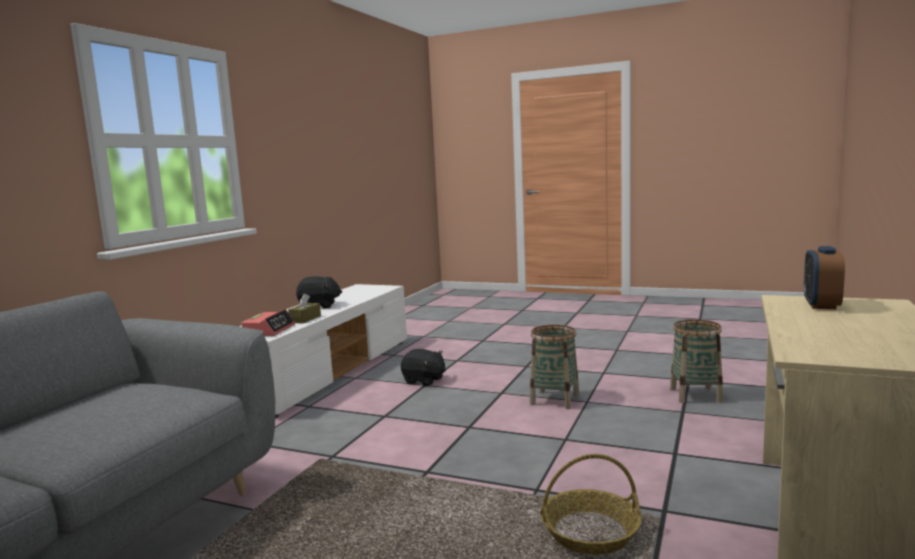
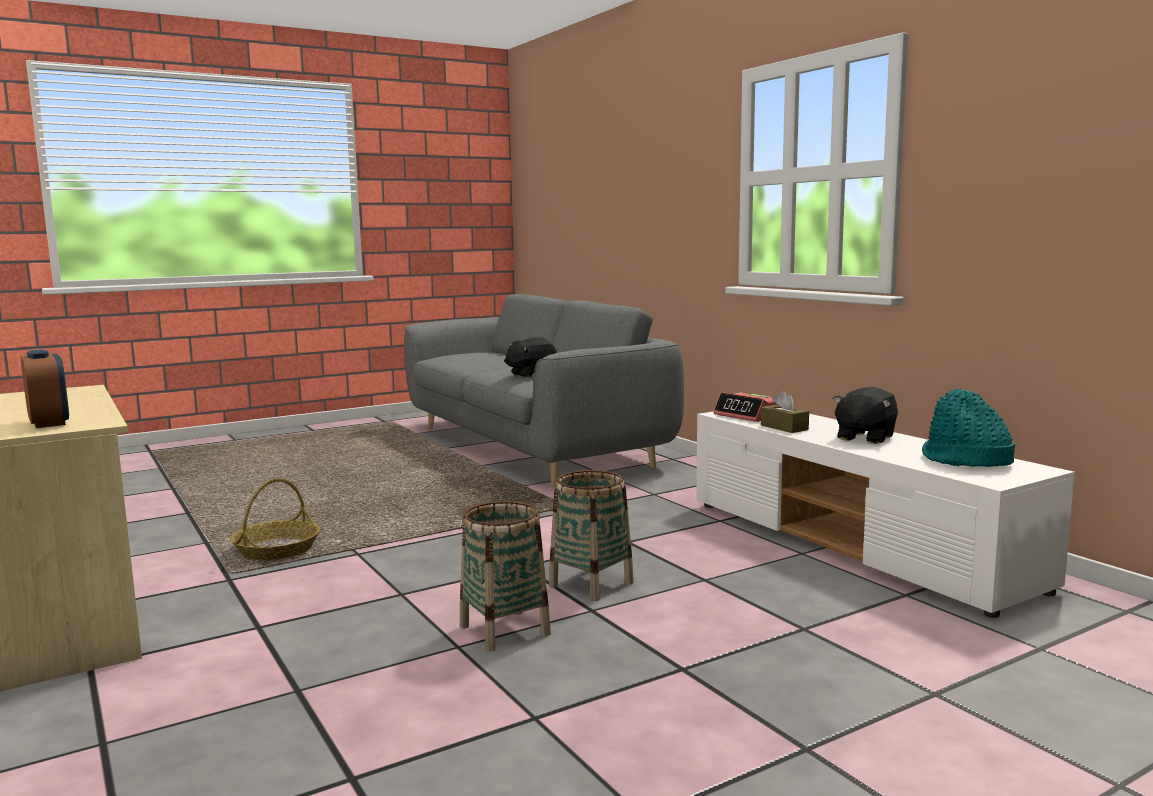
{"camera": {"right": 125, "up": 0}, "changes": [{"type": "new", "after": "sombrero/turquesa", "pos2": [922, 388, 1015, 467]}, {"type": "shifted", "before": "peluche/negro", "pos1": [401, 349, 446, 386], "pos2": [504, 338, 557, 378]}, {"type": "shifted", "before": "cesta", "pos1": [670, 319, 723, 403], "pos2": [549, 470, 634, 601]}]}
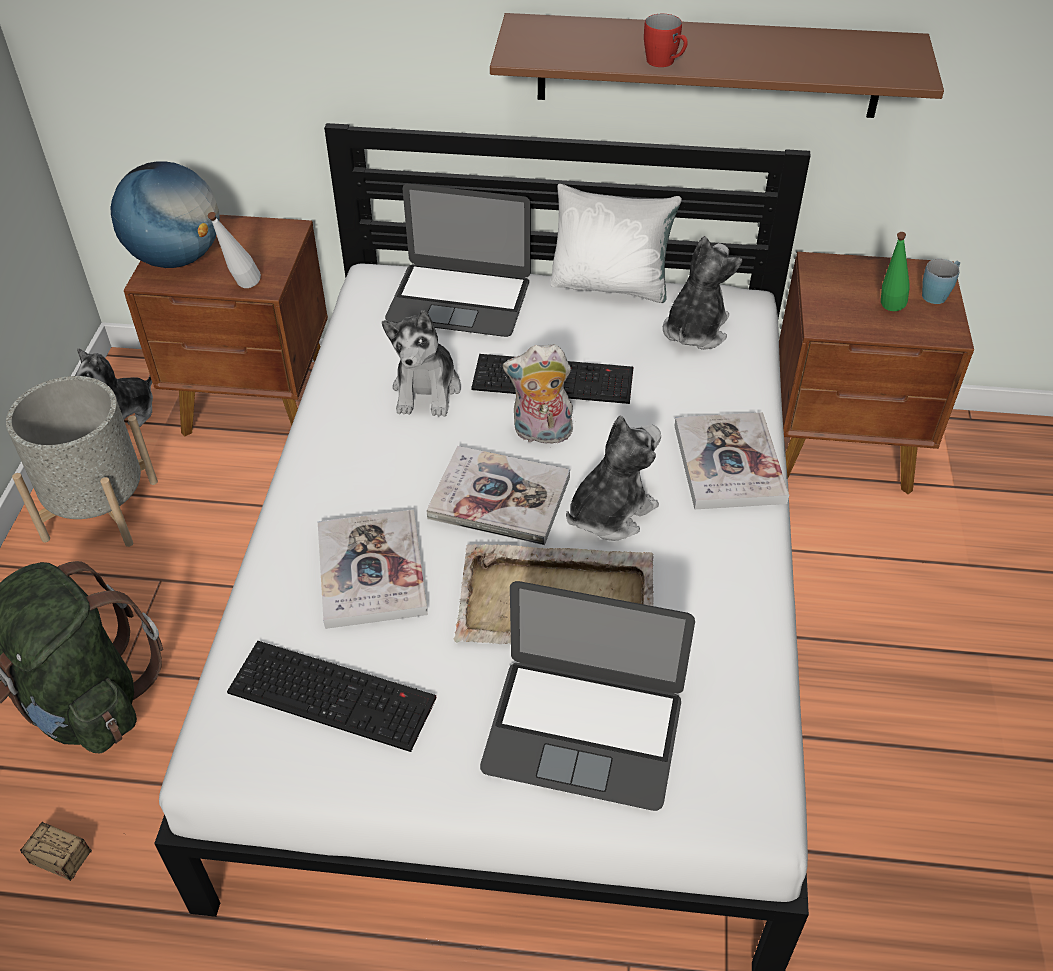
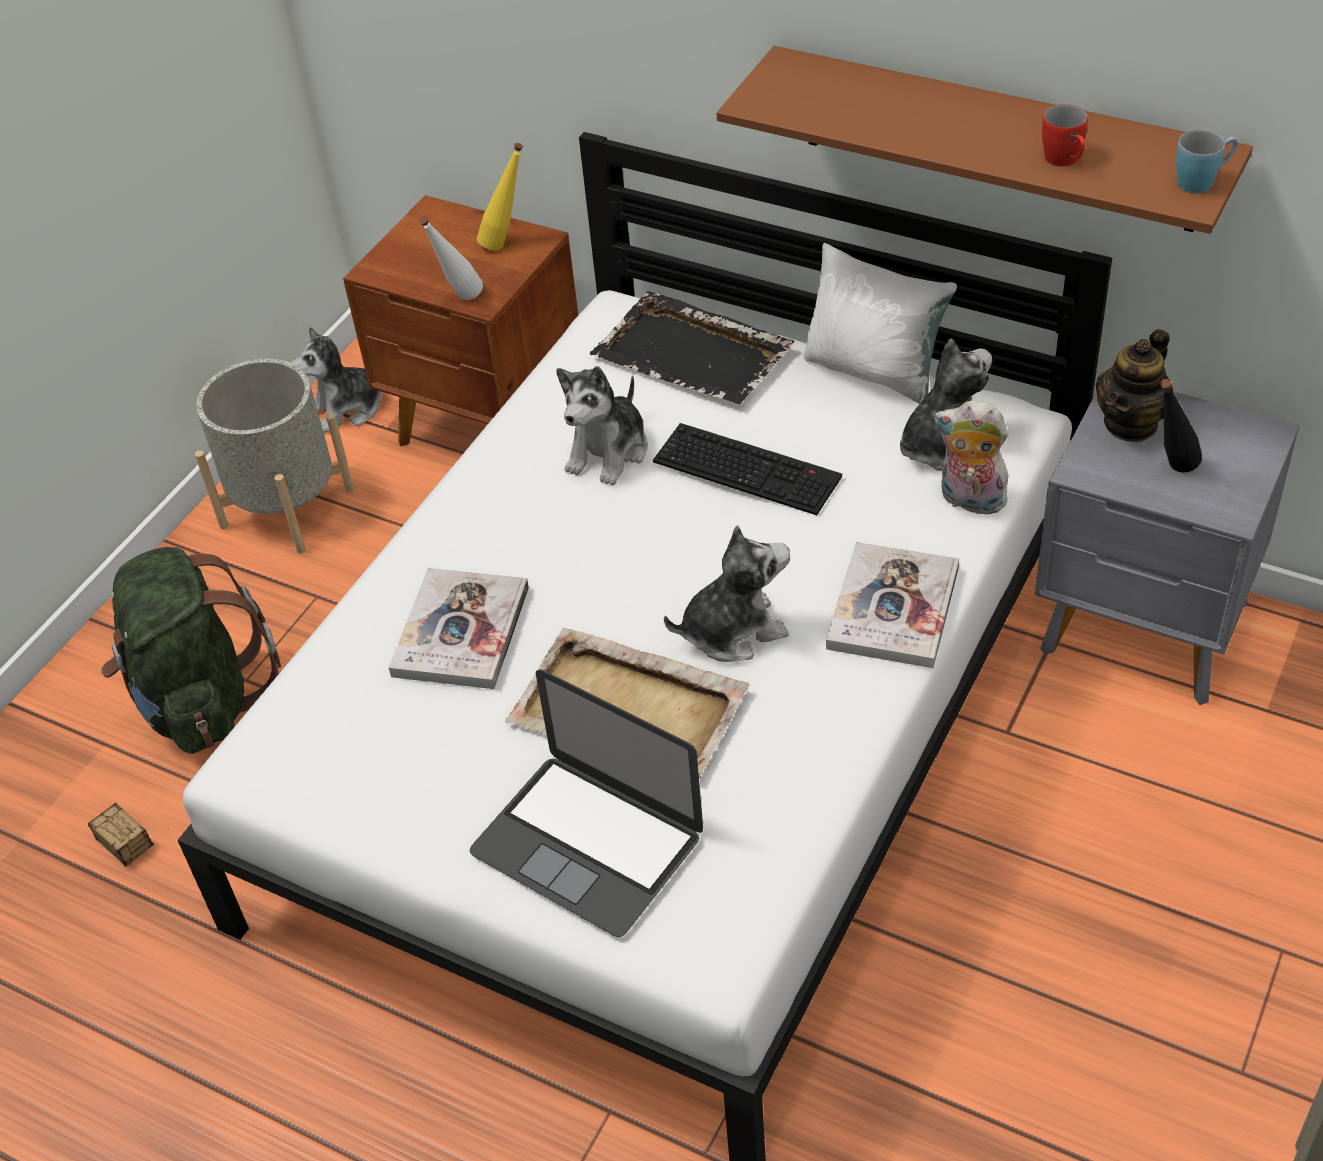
{"camera": {"right": 25, "up": 0}, "changes": [{"type": "gone", "before": "globo terráqueo", "pos1": [111, 161, 220, 268]}, {"type": "gone", "before": "teclado", "pos1": [227, 641, 437, 752]}, {"type": "gone", "before": "libro", "pos1": [426, 446, 570, 545]}, {"type": "new", "after": "botella/amarillo", "pos2": [477, 143, 523, 250]}, {"type": "new", "after": "tetera", "pos2": [1096, 329, 1173, 442]}, {"type": "shifted", "before": "peluche", "pos1": [503, 344, 573, 444], "pos2": [934, 400, 1012, 514]}, {"type": "shifted", "before": "taza grande/rojo", "pos1": [644, 14, 688, 67], "pos2": [1042, 104, 1088, 166]}, {"type": "shifted", "before": "taza grande/azul", "pos1": [922, 259, 960, 304], "pos2": [1176, 129, 1238, 193]}, {"type": "swapped", "before": "portátil", "after": "bandeja/negro", "pos1": [385, 184, 531, 337], "pos2": [590, 291, 794, 404]}, {"type": "repainted", "before": "mesita de noche/marrón", "after": "mesita de noche/gris", "pos1": [779, 252, 974, 494], "pos2": [1035, 391, 1300, 705]}, {"type": "repainted", "before": "botella/verde", "after": "botella/negro", "pos1": [881, 232, 910, 311], "pos2": [1160, 379, 1202, 472]}]}
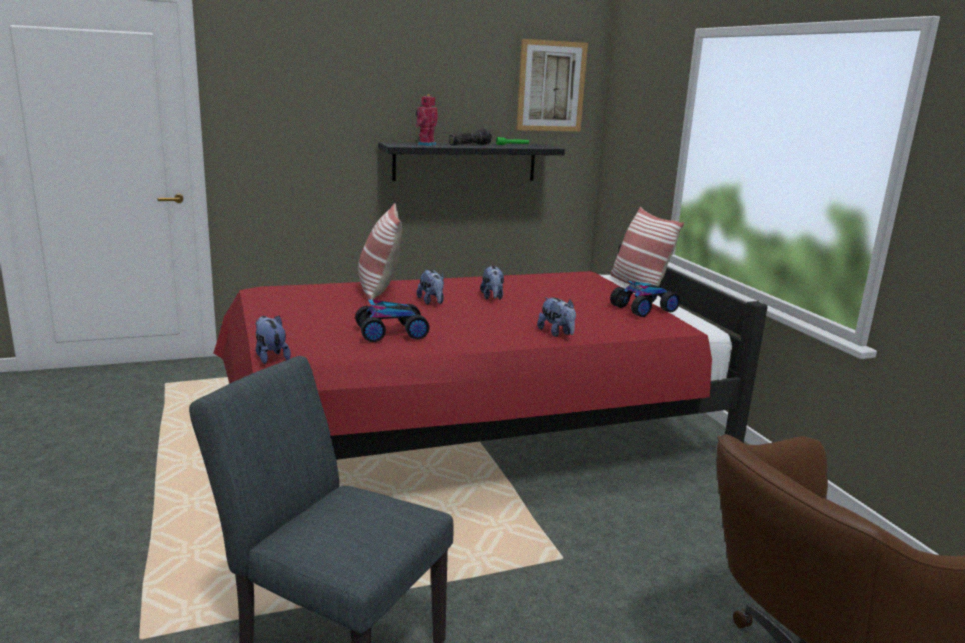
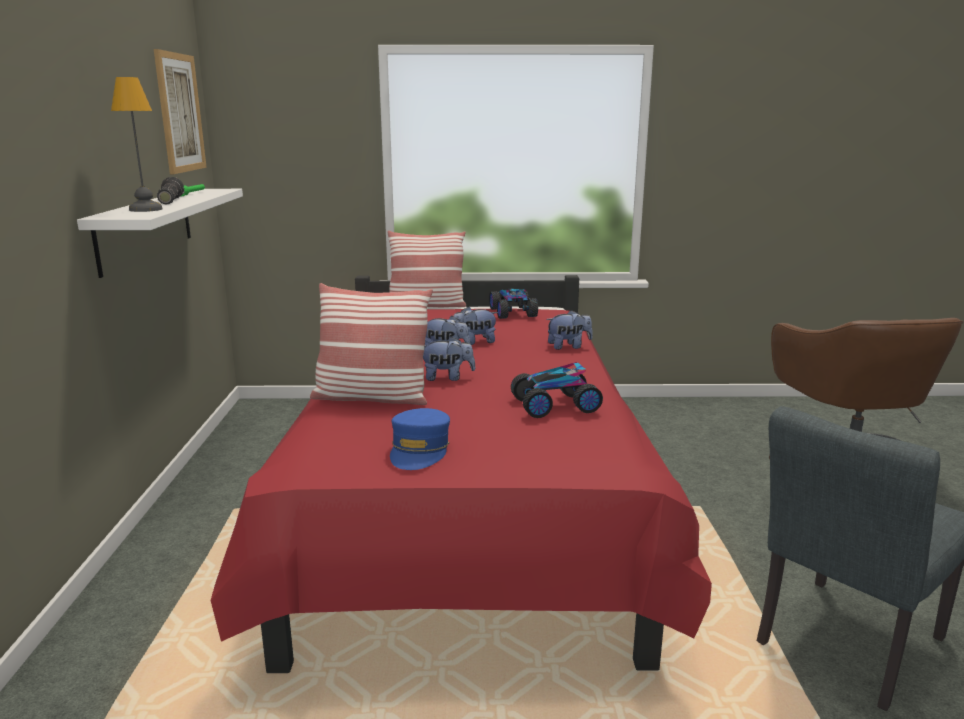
{"camera": {"right": -70, "up": 0}, "changes": [{"type": "new", "after": "gorra/azul", "pos2": [390, 408, 450, 470]}, {"type": "shifted", "before": "peluche", "pos1": [255, 316, 291, 364], "pos2": [453, 306, 498, 345]}, {"type": "swapped", "before": "robot de juguete", "after": "lámpara de mesa", "pos1": [415, 94, 438, 146], "pos2": [111, 77, 162, 212]}, {"type": "repainted", "before": "estante/negro", "after": "estante/blanco", "pos1": [378, 142, 565, 181], "pos2": [77, 189, 243, 278]}, {"type": "rotated", "before": "coche de juguete", "pos1": [355, 299, 430, 342], "pos2": [511, 362, 603, 418], "turn": -105}]}
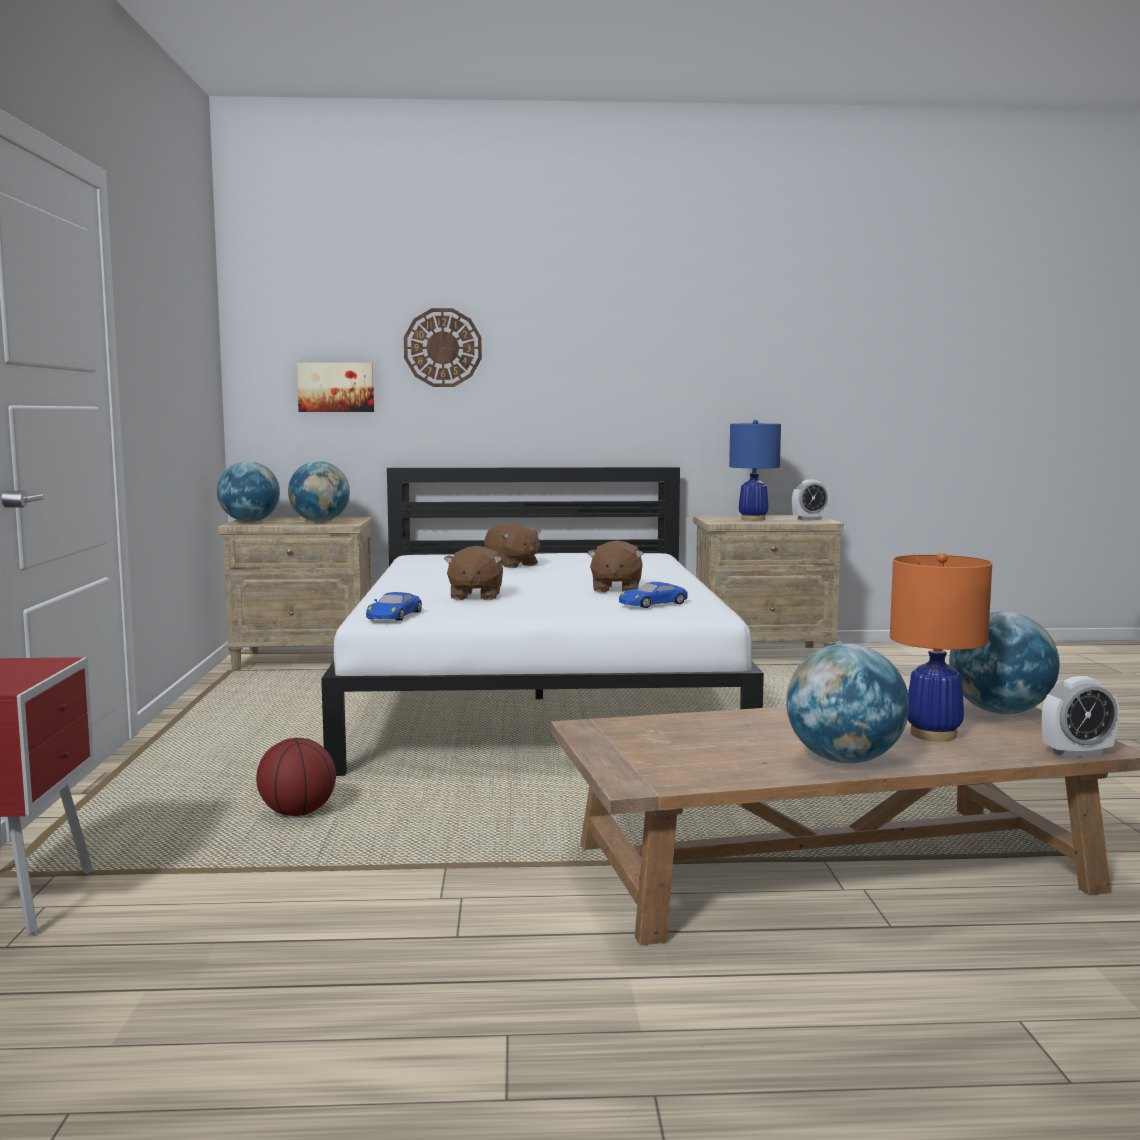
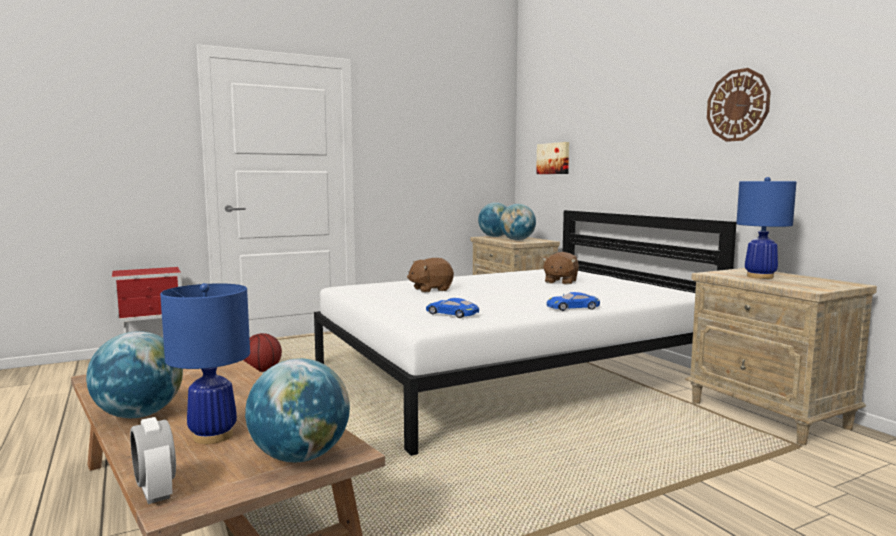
{"camera": {"right": 65, "up": 0}, "changes": [{"type": "gone", "before": "peluche/marrón", "pos1": [587, 540, 644, 593]}, {"type": "gone", "before": "despertador", "pos1": [792, 480, 829, 520]}, {"type": "shifted", "before": "coche de juguete/azul", "pos1": [366, 592, 422, 621], "pos2": [546, 292, 600, 311]}, {"type": "shifted", "before": "reloj de pared", "pos1": [404, 308, 482, 387], "pos2": [707, 68, 771, 142]}, {"type": "repainted", "before": "lámpara de mesa/naranja", "after": "lámpara de mesa/azul", "pos1": [890, 553, 992, 741], "pos2": [160, 283, 250, 444]}]}
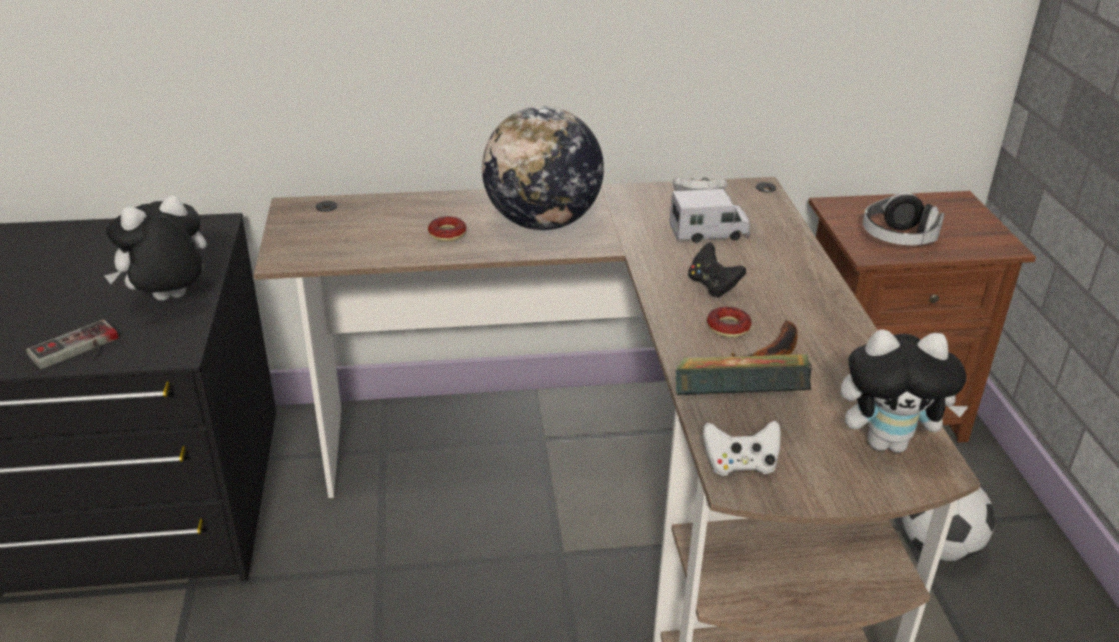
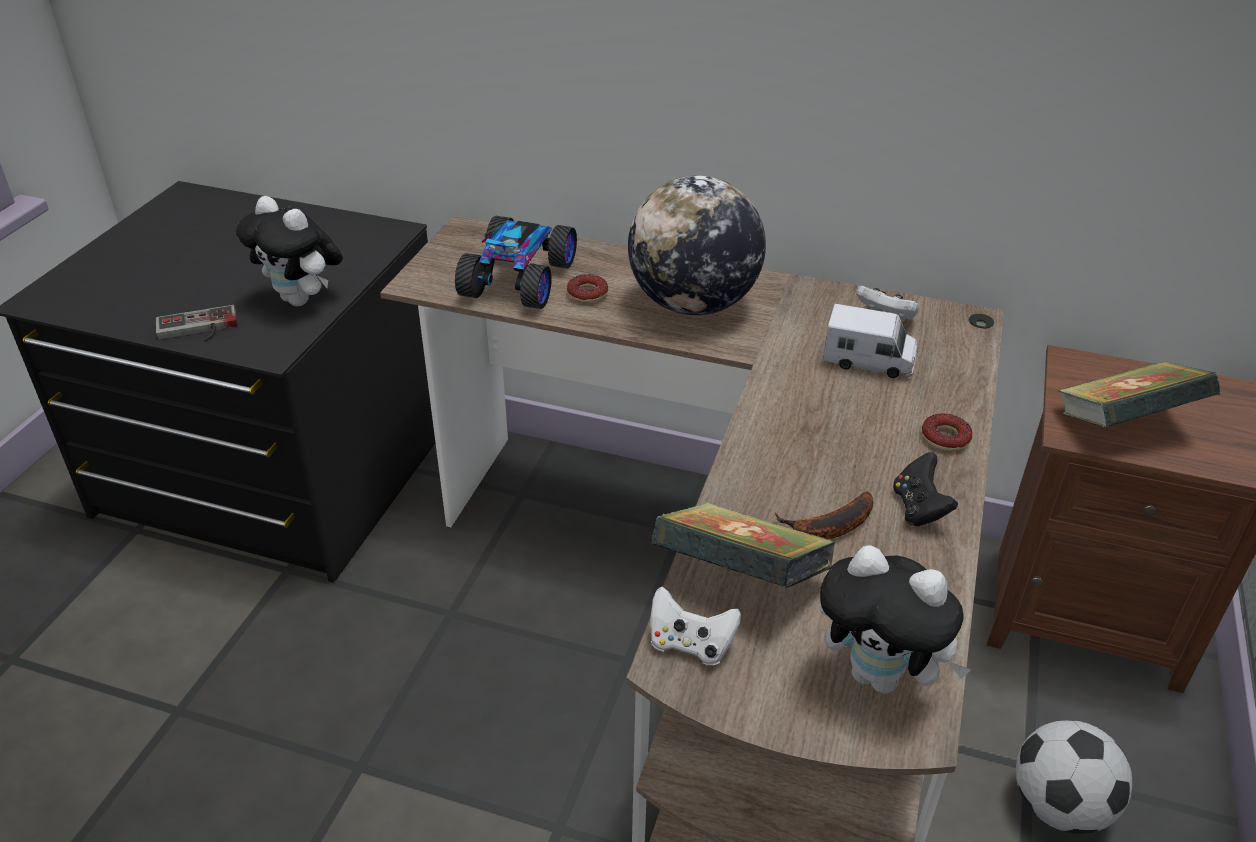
{"camera": {"right": 25, "up": 5}, "changes": [{"type": "new", "after": "coche de juguete", "pos2": [455, 216, 577, 309]}, {"type": "shifted", "before": "mando de consola/negro", "pos1": [688, 242, 746, 297], "pos2": [893, 452, 958, 526]}, {"type": "shifted", "before": "rosquilla", "pos1": [707, 307, 751, 338], "pos2": [922, 413, 972, 451]}, {"type": "swapped", "before": "auriculares", "after": "libro", "pos1": [863, 193, 944, 245], "pos2": [1058, 361, 1220, 428]}, {"type": "rotated", "before": "peluche", "pos1": [104, 195, 207, 301], "pos2": [236, 196, 343, 306], "turn": -135}]}
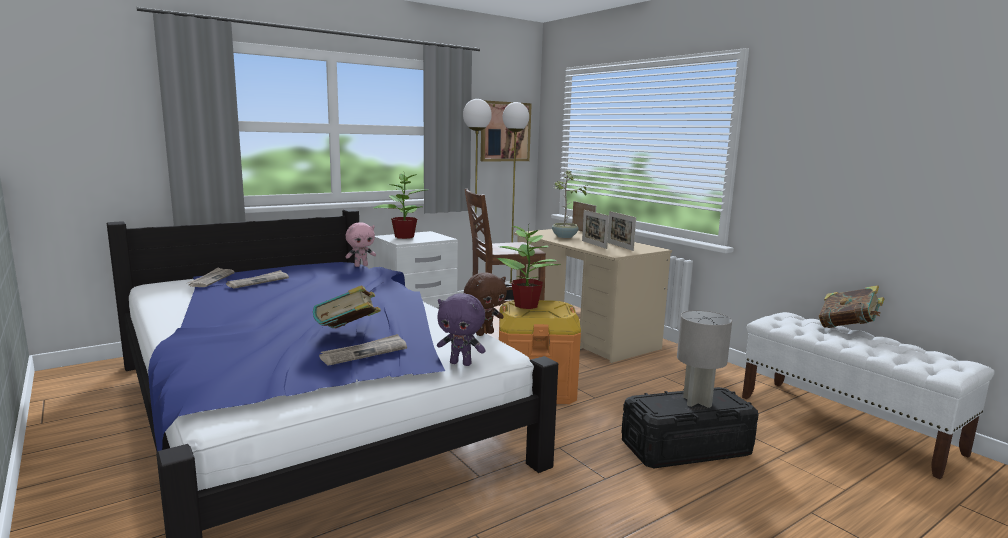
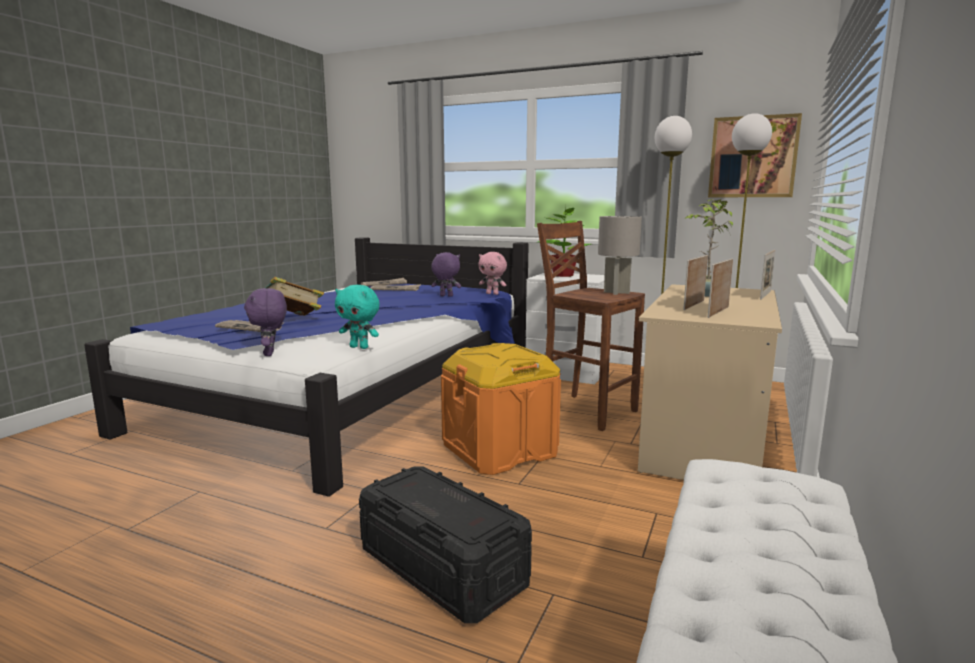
{"camera": {"right": 60, "up": 0}, "changes": [{"type": "gone", "before": "planta en maceta", "pos1": [497, 222, 560, 309]}, {"type": "gone", "before": "libro", "pos1": [819, 285, 884, 328]}, {"type": "new", "after": "peluche/morado", "pos2": [431, 252, 461, 297]}, {"type": "shifted", "before": "lámpara de mesa/gris", "pos1": [677, 310, 732, 408], "pos2": [598, 216, 642, 295]}, {"type": "repainted", "before": "peluche/marrón", "after": "peluche/turquesa", "pos1": [464, 273, 507, 336], "pos2": [335, 285, 380, 349]}]}
